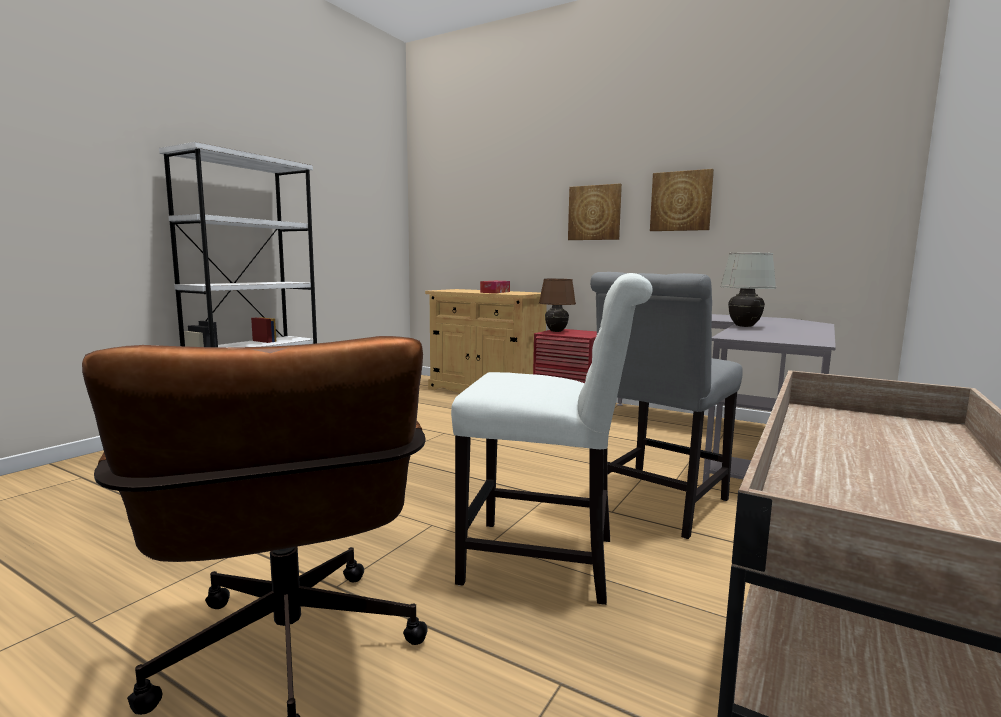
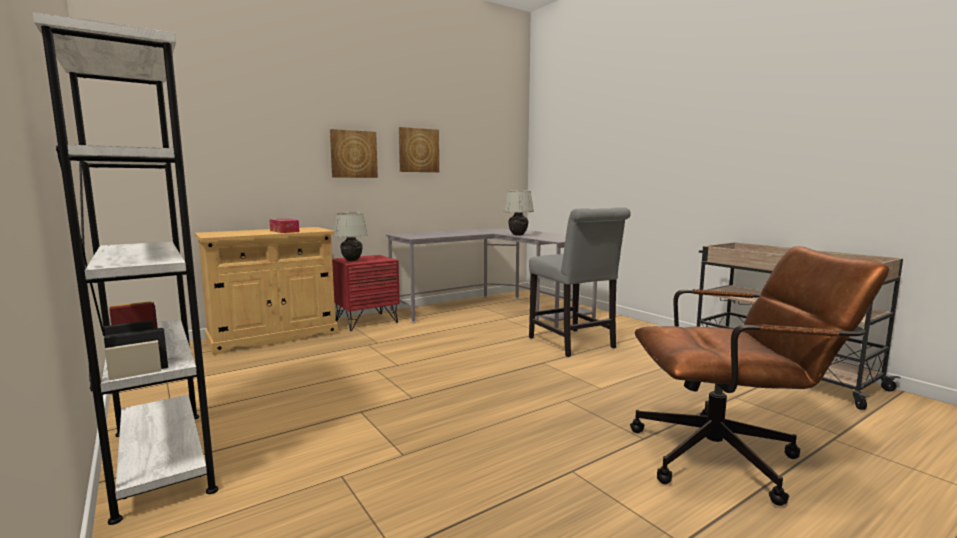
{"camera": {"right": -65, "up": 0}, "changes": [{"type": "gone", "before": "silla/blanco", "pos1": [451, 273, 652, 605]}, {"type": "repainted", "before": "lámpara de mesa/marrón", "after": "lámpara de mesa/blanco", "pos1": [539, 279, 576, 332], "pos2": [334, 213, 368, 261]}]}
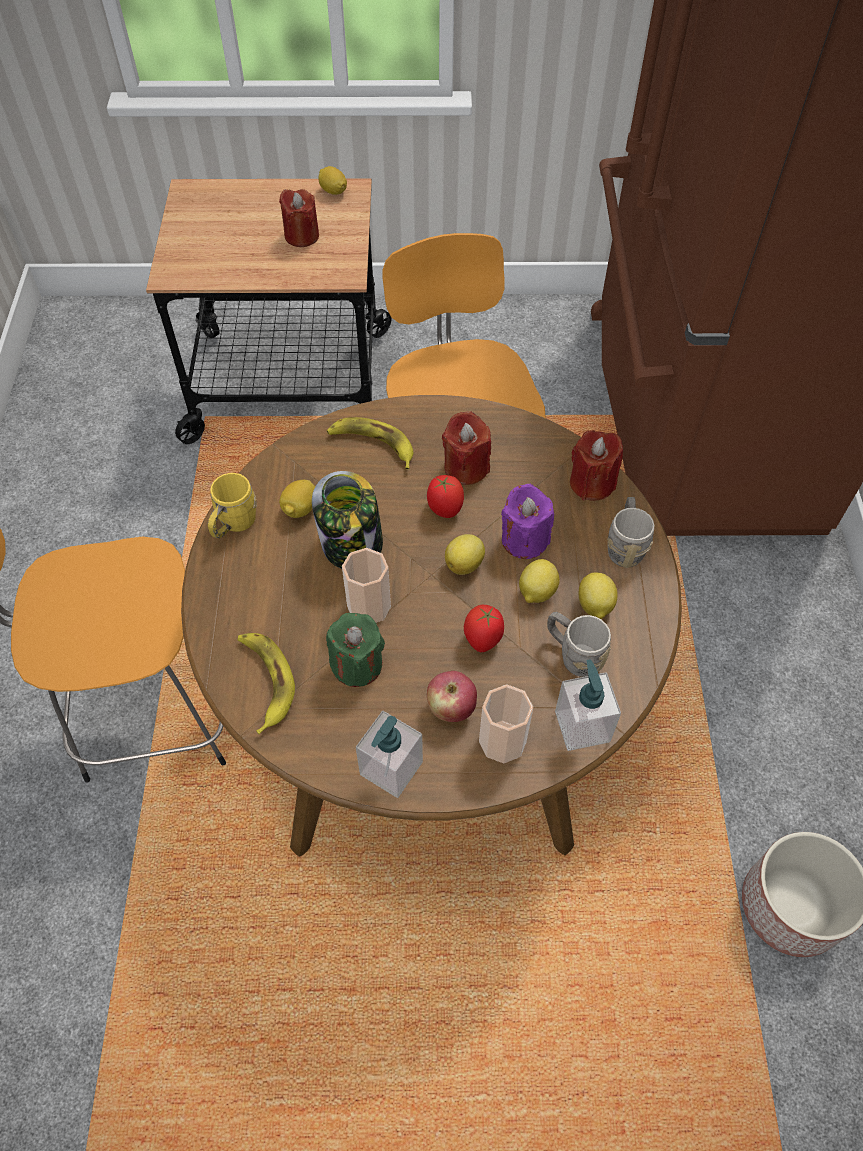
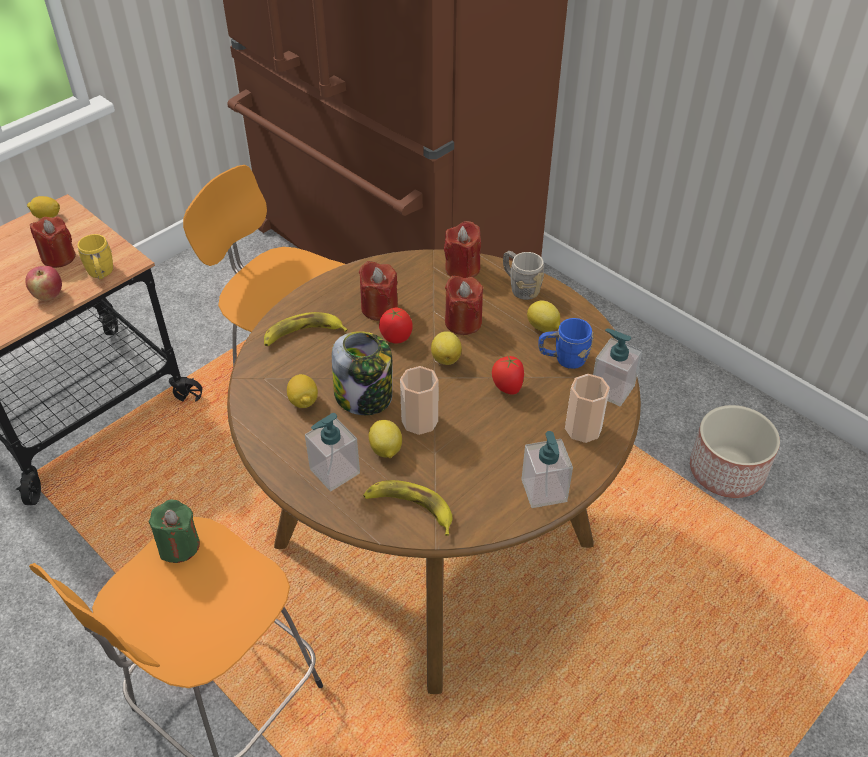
{"camera": {"right": -45, "up": -10}, "changes": [{"type": "new", "after": "dispensador de jabón", "pos2": [305, 413, 360, 491]}, {"type": "shifted", "before": "taza grande/amarillo", "pos1": [208, 473, 257, 539], "pos2": [78, 234, 113, 279]}, {"type": "shifted", "before": "vela/verde", "pos1": [326, 613, 385, 687], "pos2": [149, 500, 200, 563]}, {"type": "shifted", "before": "manzana", "pos1": [427, 671, 477, 722], "pos2": [25, 266, 62, 301]}, {"type": "shifted", "before": "limón", "pos1": [519, 559, 560, 603], "pos2": [369, 420, 402, 458]}, {"type": "repainted", "before": "vela/morado", "after": "vela/rojo", "pos1": [501, 484, 554, 559], "pos2": [445, 276, 483, 335]}, {"type": "repainted", "before": "taza grande/gris", "after": "taza grande/azul", "pos1": [547, 612, 611, 677], "pos2": [538, 318, 593, 369]}]}
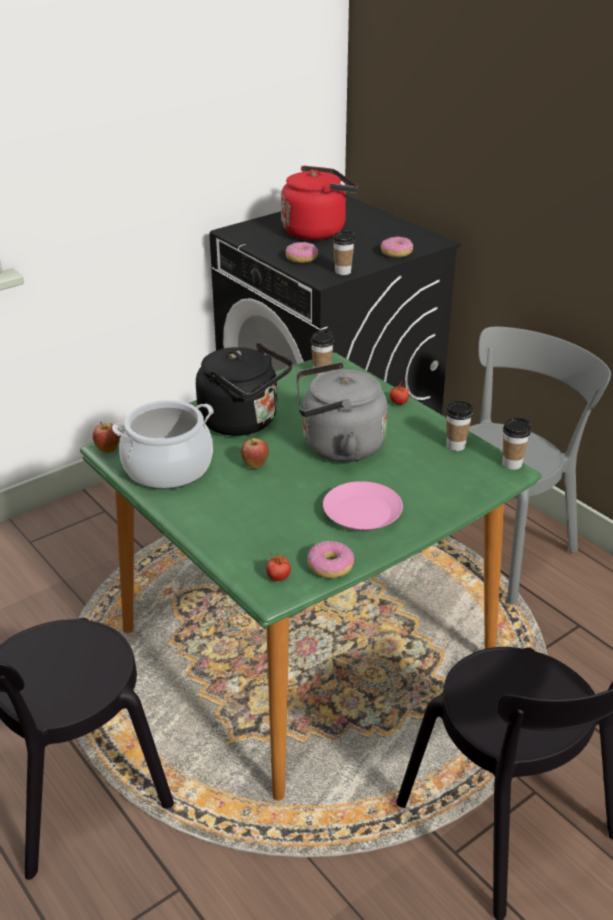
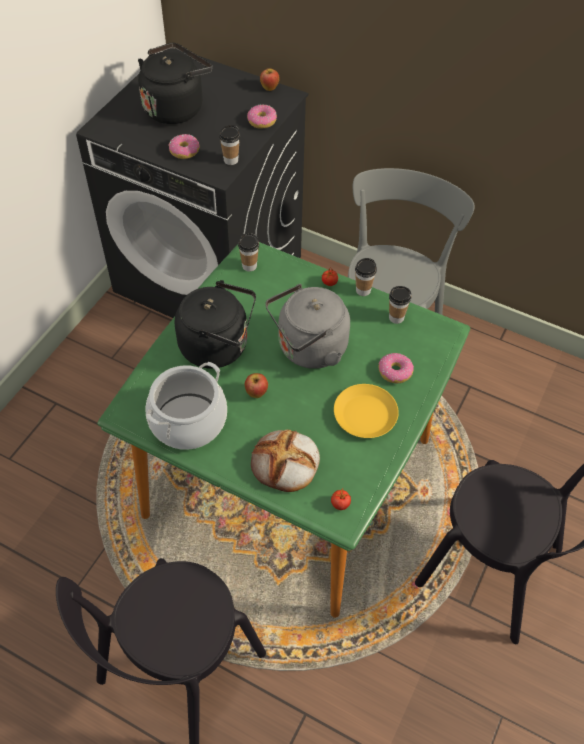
{"camera": {"right": -25, "up": 20}, "changes": [{"type": "new", "after": "pan", "pos2": [251, 430, 320, 492]}, {"type": "shifted", "before": "manzana", "pos1": [93, 422, 121, 453], "pos2": [260, 68, 280, 91]}, {"type": "shifted", "before": "rosquilla", "pos1": [307, 541, 354, 578], "pos2": [379, 353, 414, 383]}, {"type": "shifted", "before": "taza", "pos1": [503, 418, 531, 470], "pos2": [355, 258, 377, 296]}, {"type": "repainted", "before": "hervidor/rojo", "after": "hervidor/negro", "pos1": [281, 166, 358, 240], "pos2": [138, 43, 212, 124]}, {"type": "repainted", "before": "plato/rosa", "after": "plato/amarillo", "pos1": [323, 481, 403, 531], "pos2": [334, 384, 399, 438]}]}
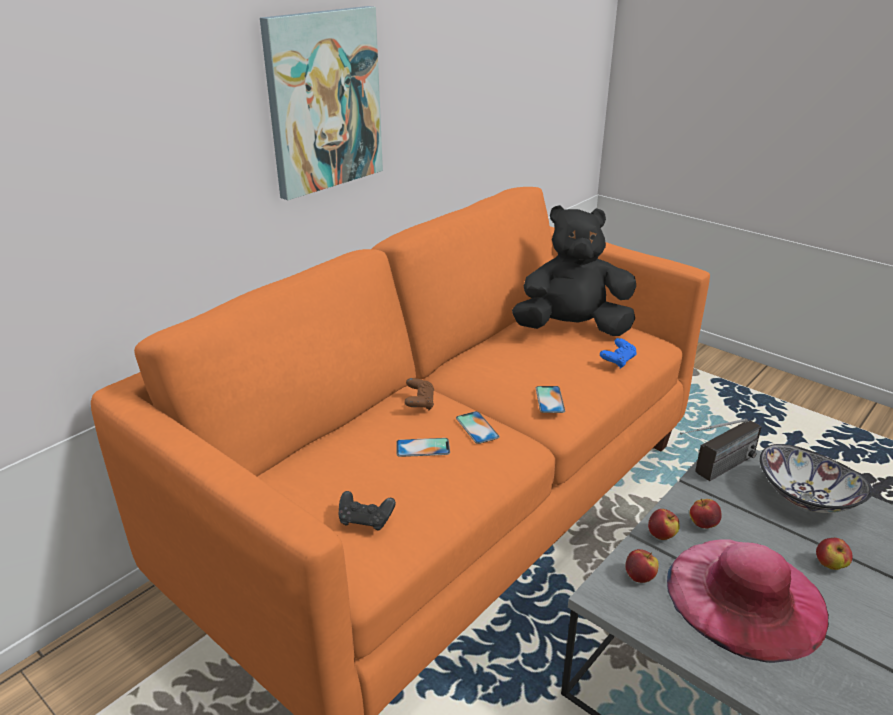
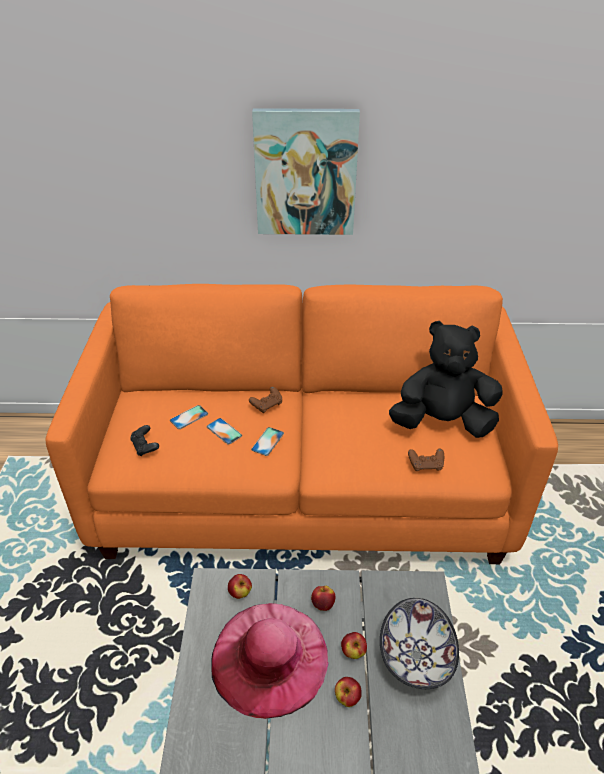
{"camera": {"right": 50, "up": 10}, "changes": [{"type": "gone", "before": "radio", "pos1": [680, 419, 762, 481]}, {"type": "shifted", "before": "móvil", "pos1": [536, 386, 565, 413], "pos2": [170, 405, 208, 429]}, {"type": "shifted", "before": "manzana", "pos1": [648, 509, 680, 540], "pos2": [341, 632, 367, 659]}, {"type": "repainted", "before": "mando de consola/azul", "after": "mando de consola/marrón", "pos1": [600, 338, 636, 369], "pos2": [408, 449, 444, 471]}, {"type": "rotated", "before": "peluche/negro", "pos1": [512, 205, 636, 336], "pos2": [389, 321, 503, 438], "turn": -45}]}
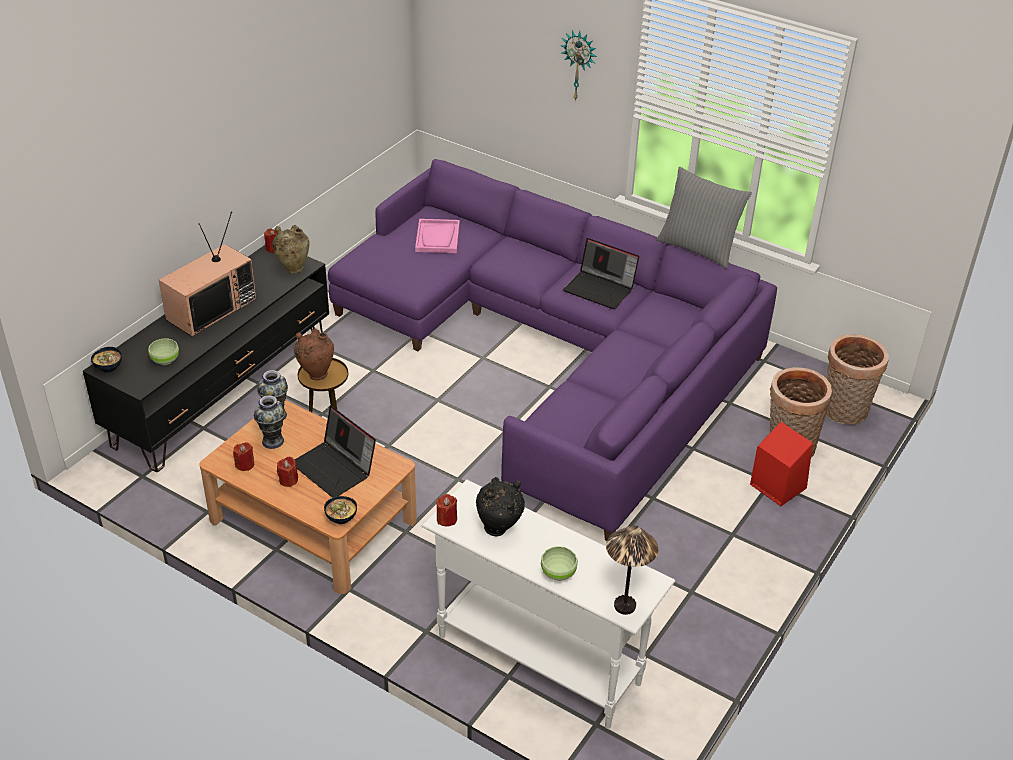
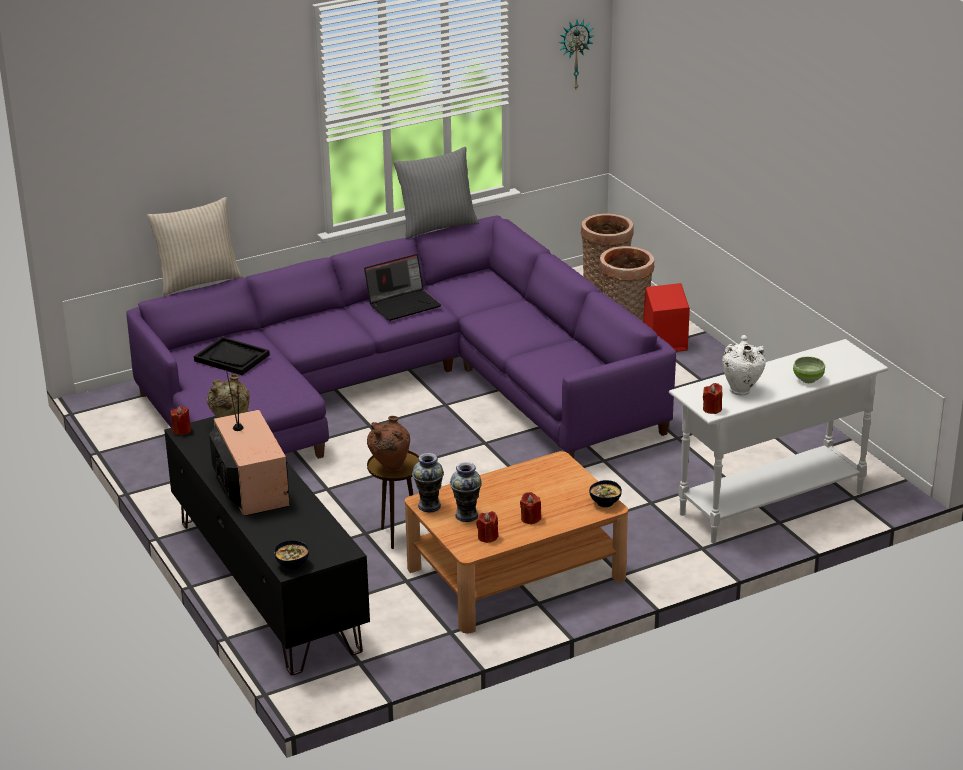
{"camera": {"right": -60, "up": -10}, "changes": [{"type": "gone", "before": "cuenco/verde", "pos1": [148, 339, 179, 365]}, {"type": "gone", "before": "portátil", "pos1": [295, 406, 376, 498]}, {"type": "gone", "before": "lámpara de mesa", "pos1": [606, 525, 658, 615]}, {"type": "new", "after": "cojín/beis", "pos2": [147, 197, 243, 296]}, {"type": "shifted", "before": "reloj de pared", "pos1": [560, 30, 597, 102], "pos2": [559, 20, 594, 89]}, {"type": "repainted", "before": "bandeja/rosa", "after": "bandeja/negro", "pos1": [415, 219, 460, 253], "pos2": [194, 337, 270, 375]}, {"type": "repainted", "before": "florero/negro", "after": "florero/blanco", "pos1": [476, 477, 525, 536], "pos2": [722, 335, 766, 396]}]}
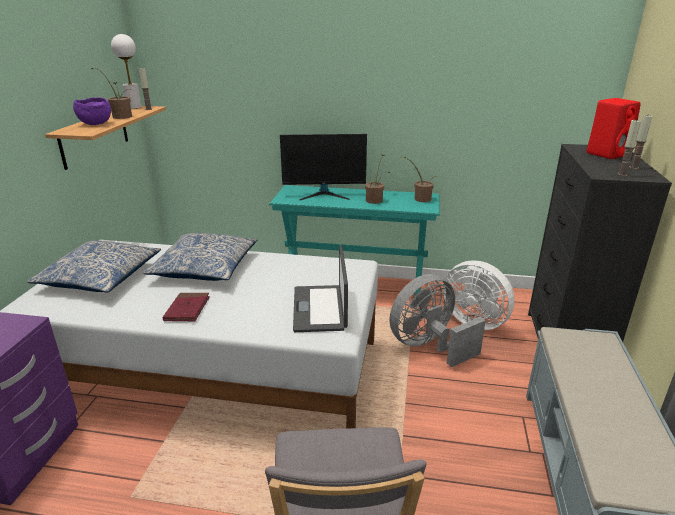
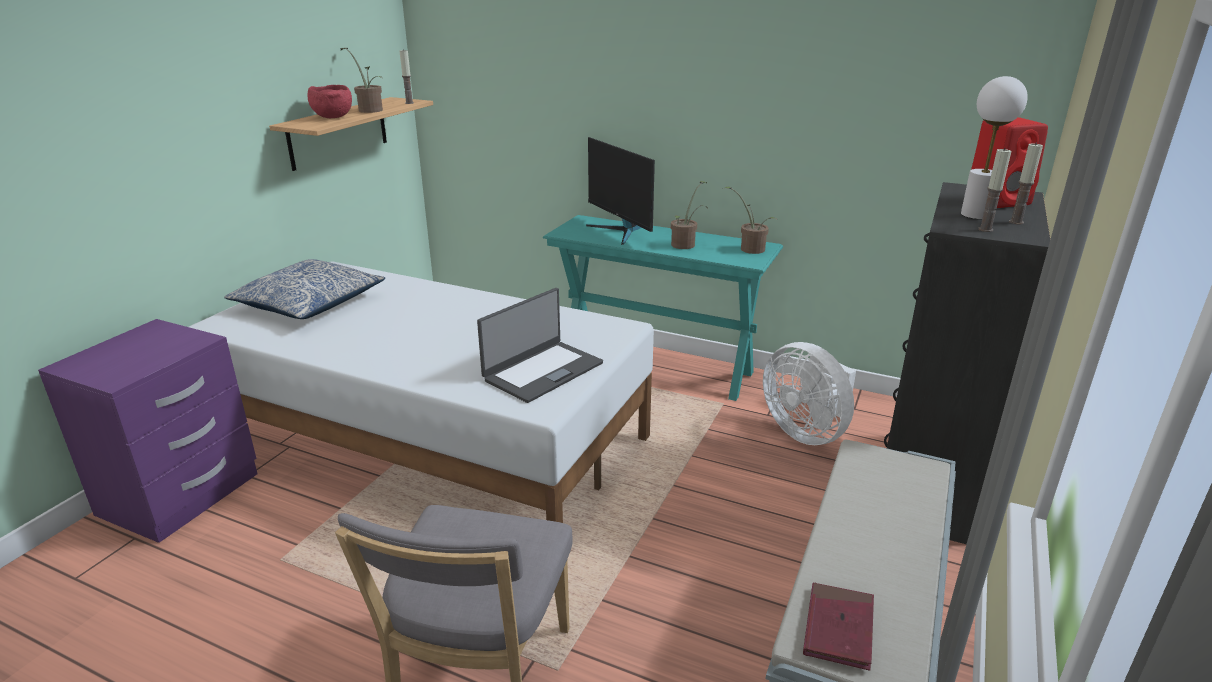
{"camera": {"right": 15, "up": 0}, "changes": [{"type": "gone", "before": "cojín", "pos1": [143, 233, 257, 281]}, {"type": "gone", "before": "ventilador/gris", "pos1": [390, 274, 486, 367]}, {"type": "shifted", "before": "lámpara de mesa/blanco", "pos1": [111, 34, 142, 109], "pos2": [961, 76, 1028, 219]}, {"type": "shifted", "before": "libro/rojo", "pos1": [162, 293, 210, 321], "pos2": [803, 583, 874, 671]}, {"type": "repainted", "before": "cuenco/morado", "after": "cuenco/rojo", "pos1": [73, 98, 111, 125], "pos2": [307, 85, 352, 118]}, {"type": "rotated", "before": "monitor", "pos1": [280, 134, 367, 200], "pos2": [586, 137, 655, 245], "turn": 45}, {"type": "rotated", "before": "portátil", "pos1": [293, 245, 348, 332], "pos2": [477, 288, 603, 403], "turn": -150}]}
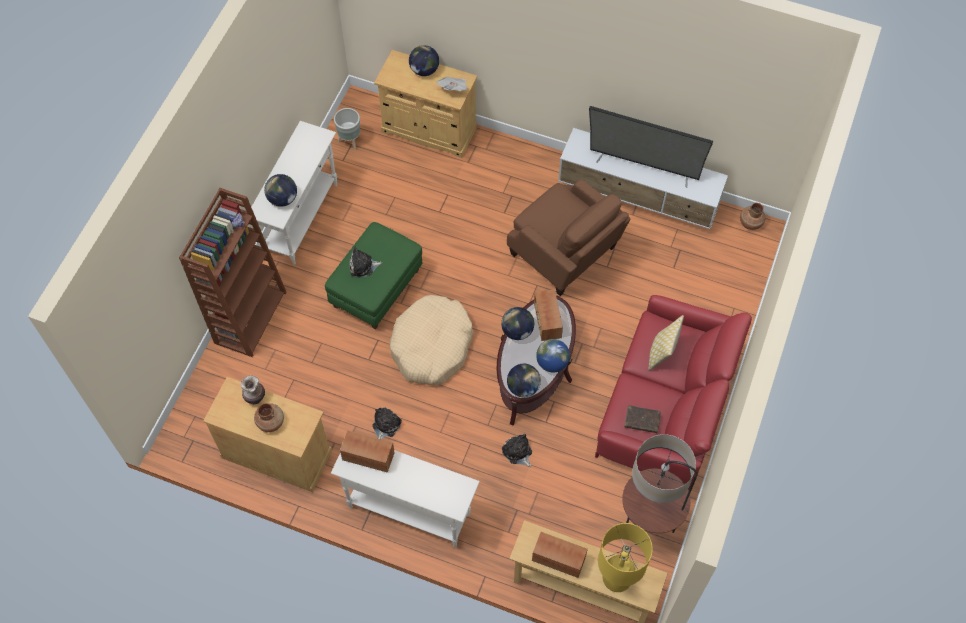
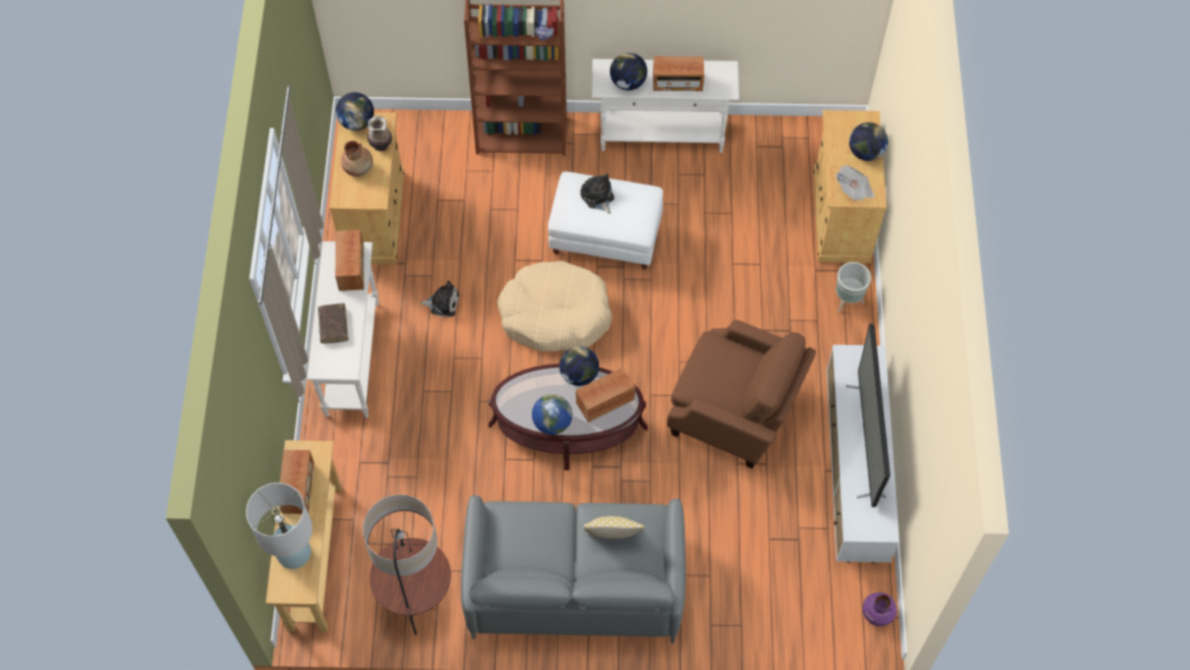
{"camera": {"right": 70, "up": 0}, "changes": [{"type": "gone", "before": "peluche", "pos1": [502, 434, 532, 467]}, {"type": "new", "after": "radio", "pos2": [653, 56, 704, 91]}, {"type": "shifted", "before": "maceta/gris", "pos1": [334, 108, 360, 151], "pos2": [836, 262, 871, 312]}, {"type": "shifted", "before": "globo terráqueo", "pos1": [507, 364, 541, 397], "pos2": [336, 92, 374, 131]}, {"type": "shifted", "before": "libro/marrón", "pos1": [624, 405, 661, 433], "pos2": [318, 303, 349, 343]}, {"type": "repainted", "before": "puf/verde", "after": "puf/blanco", "pos1": [325, 222, 422, 329], "pos2": [548, 172, 663, 269]}, {"type": "repainted", "before": "sofá/rojo", "after": "sofá/gris", "pos1": [595, 295, 752, 490], "pos2": [461, 495, 686, 643]}, {"type": "repainted", "before": "lámpara de mesa/amarillo", "after": "lámpara de mesa/blanco", "pos1": [598, 523, 653, 592], "pos2": [246, 483, 312, 569]}, {"type": "repainted", "before": "florero/marrón", "after": "florero/morado", "pos1": [740, 203, 766, 230], "pos2": [862, 592, 897, 626]}, {"type": "rotated", "before": "sillón/marrón", "pos1": [507, 179, 630, 296], "pos2": [667, 320, 816, 469], "turn": -90}]}
